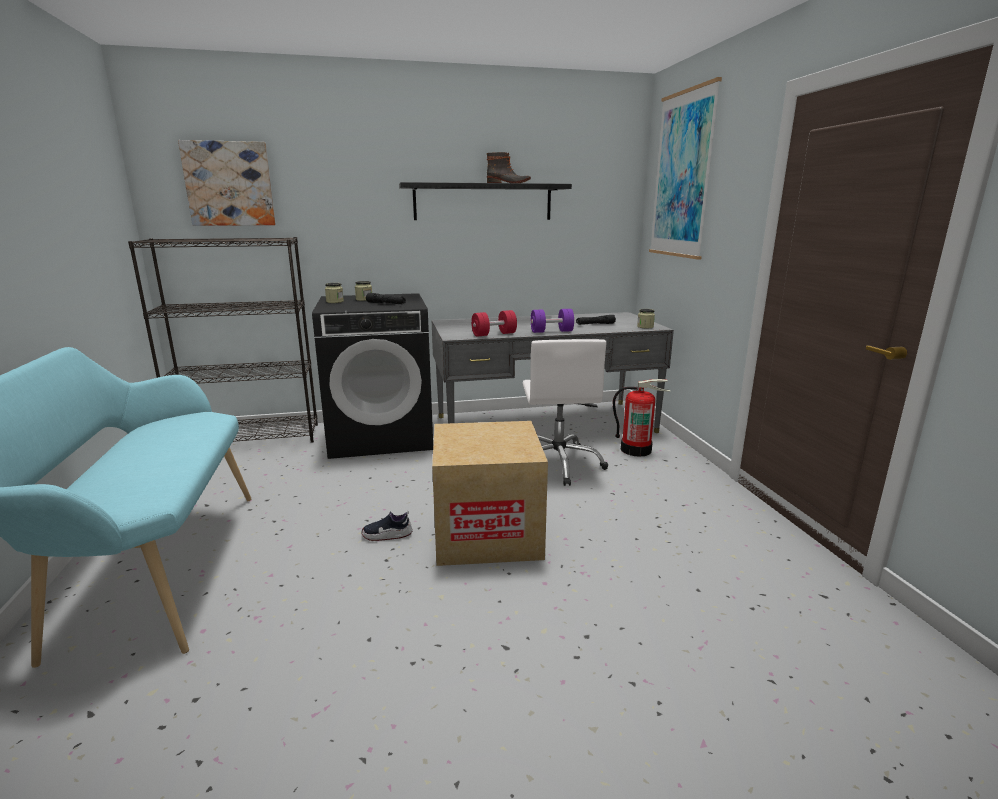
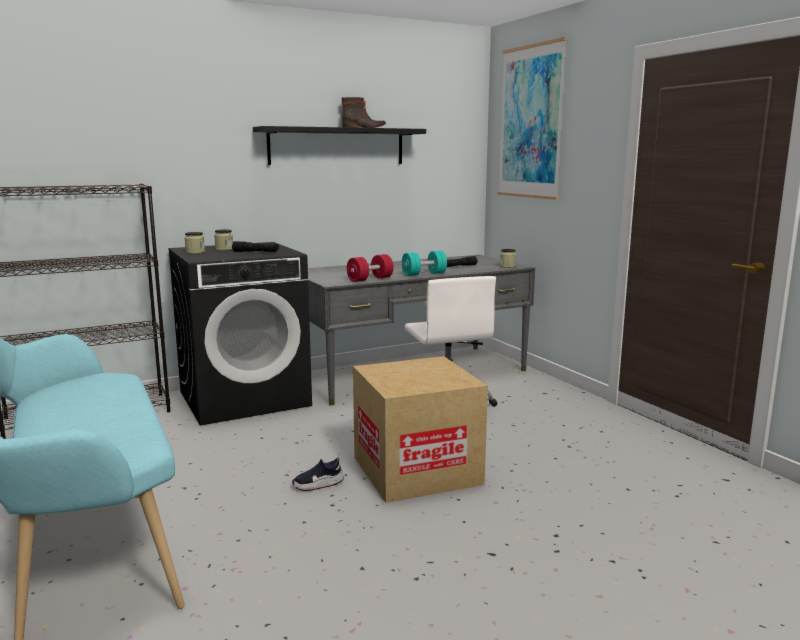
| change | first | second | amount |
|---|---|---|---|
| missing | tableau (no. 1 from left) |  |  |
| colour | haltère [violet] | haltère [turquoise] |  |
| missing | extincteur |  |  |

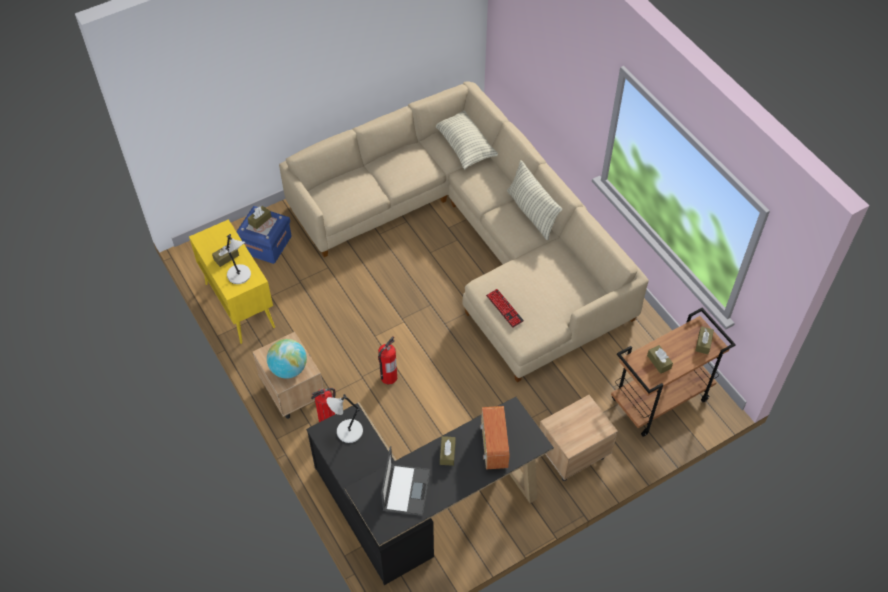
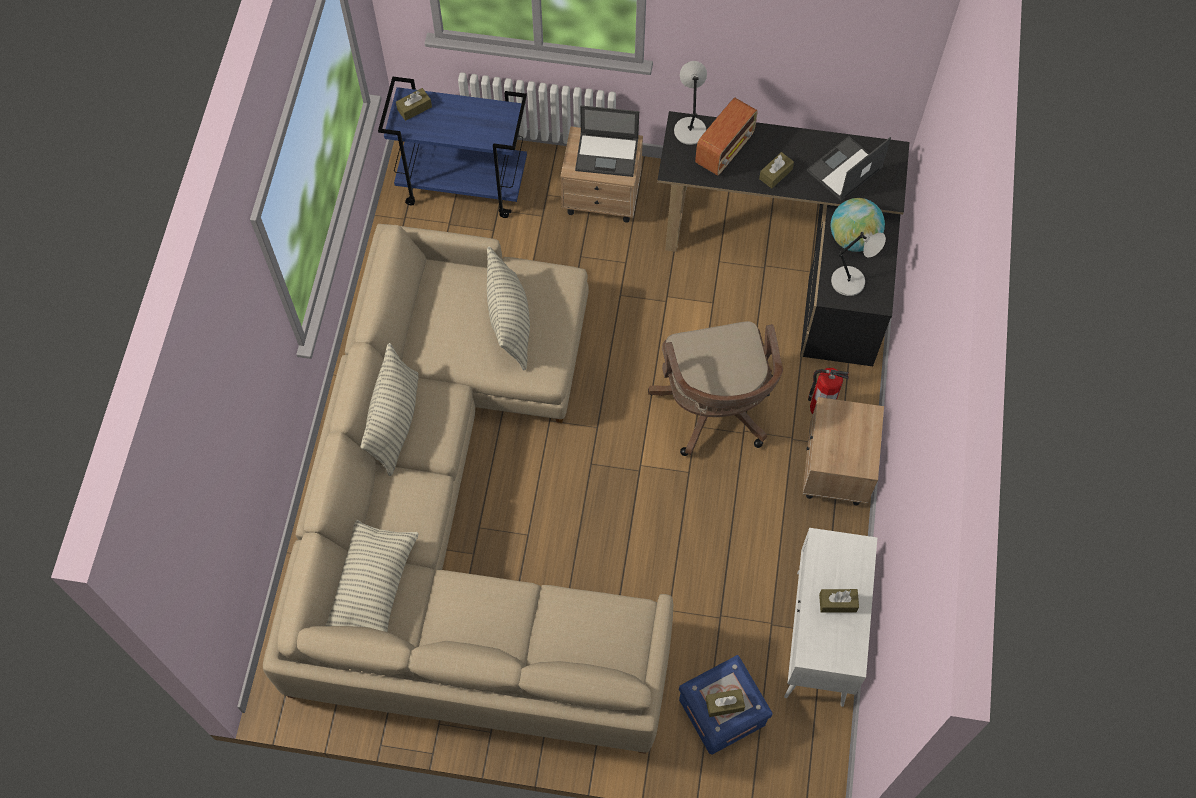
| change | first | second | amount |
|---|---|---|---|
| colour | meuble de rangement [jaune] | meuble de rangement [blanc] |  |
| relocated | lampe de table [gris] (no. 1 from left) |  |  |
| relocated | globe |  |  |
| exchanged | extincteur (no. 2 from left) | chaise de bureau [marron] |  |
| missing | clavier |  |  |
| colour | chariot [marron] | chariot [bleu] |  |
| missing | boîte à mouchoirs [marron] (no. 4 from left) |  |  |
| appeared |  | coussin (no. 3 from left) |  |
| appeared |  | ordinateur portable (no. 1 from left) |  |

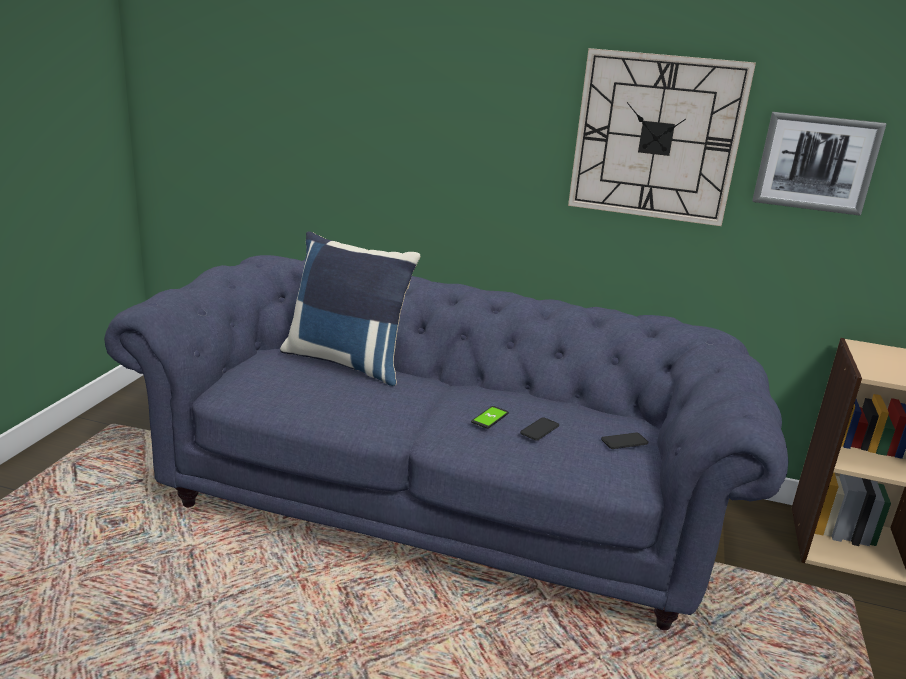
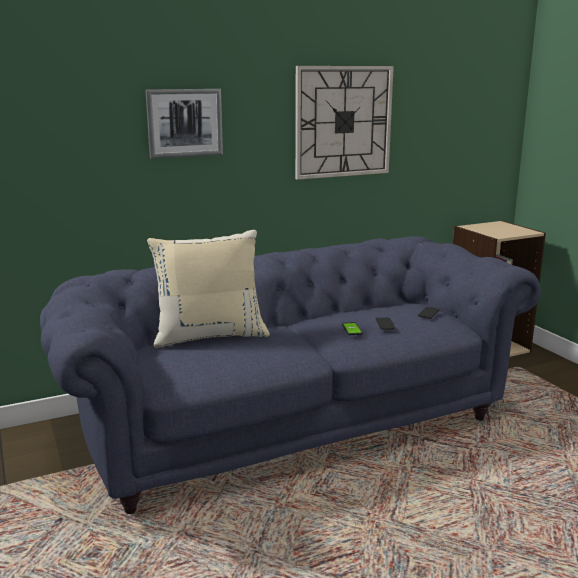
| change | first | second | amount |
|---|---|---|---|
| colour | coussin [bleu] | coussin [beige] |  |
| relocated | tableau |  |  |

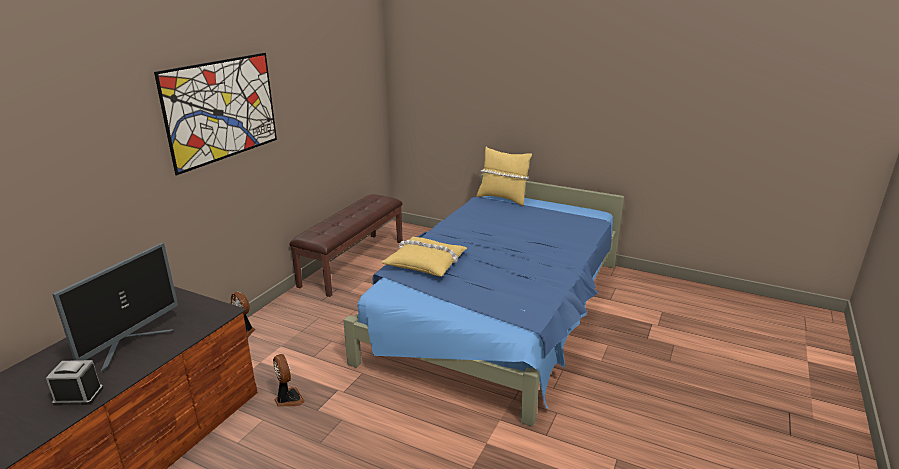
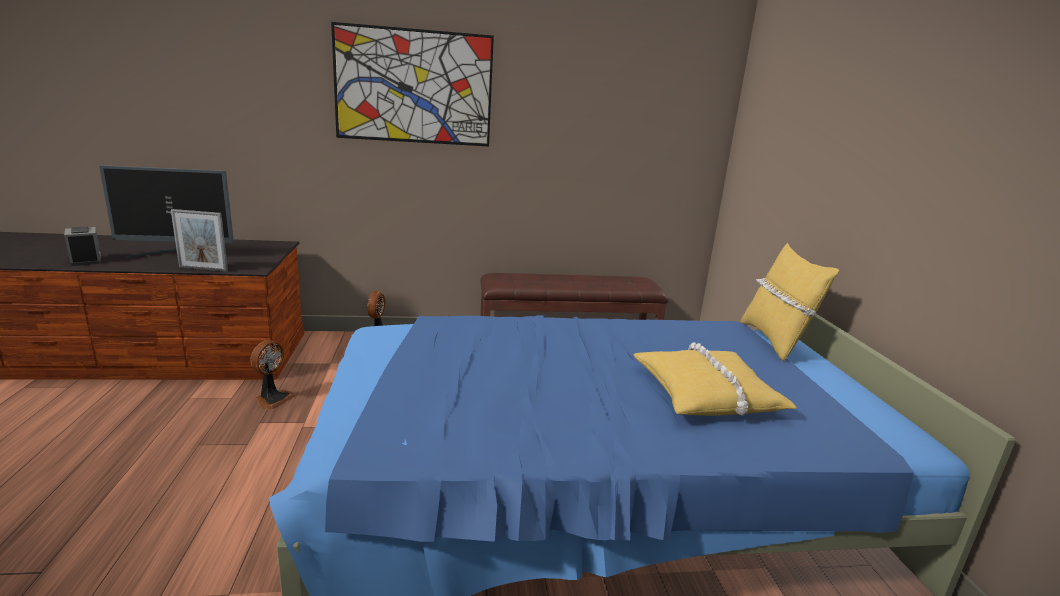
| change | first | second | amount |
|---|---|---|---|
| relocated | coussin [jaune] (no. 1 from left) |  |  |
| appeared |  | cadre photo |  |

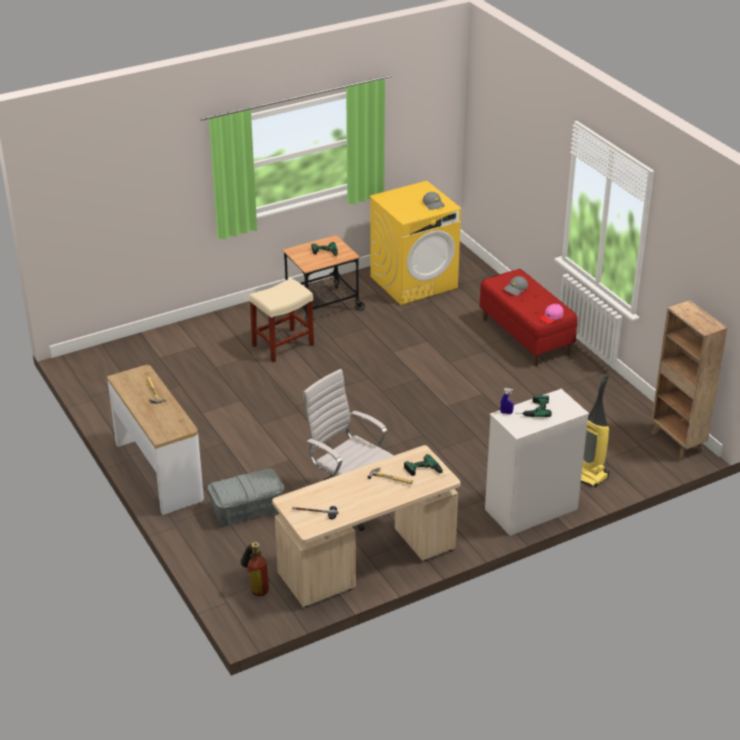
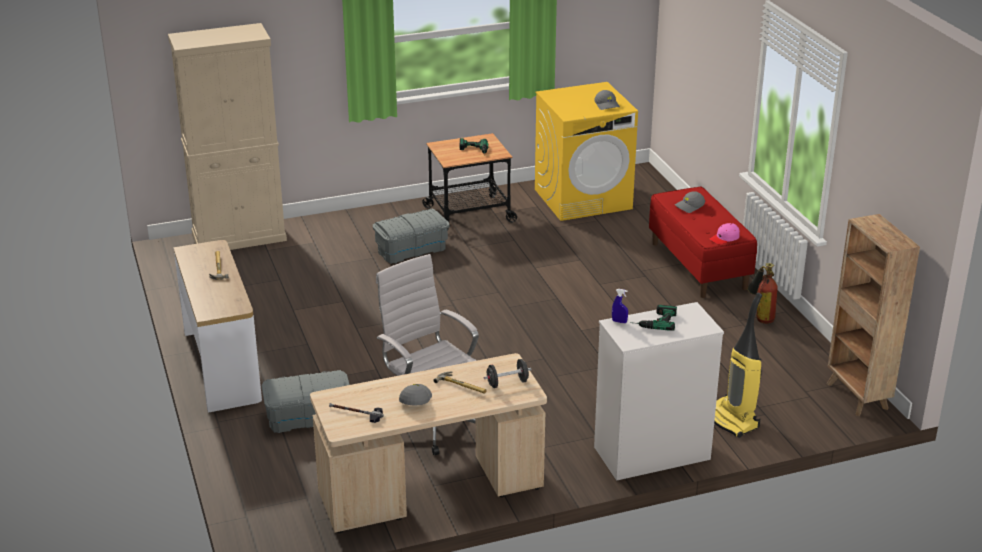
| change | first | second | amount |
|---|---|---|---|
| relocated | extincteur |  |  |
| exchanged | tabouret [beige] | boîte de rangement [gris] (no. 2 from left) |  |
| exchanged | perceuse (no. 2 from left) | haltère [noir] |  |
| appeared |  | meuble de rangement [beige] |  |
| appeared |  | casquette [gris] (no. 1 from left) |  |

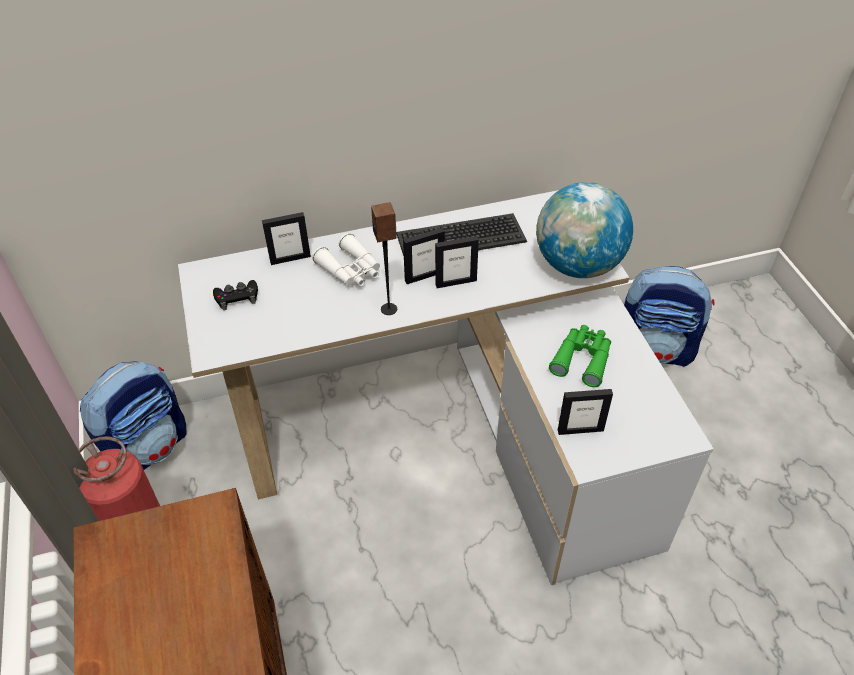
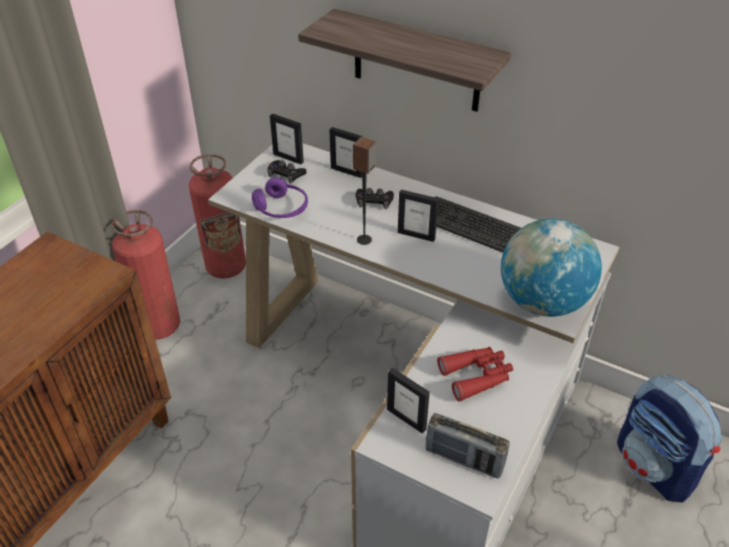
| change | first | second | amount |
|---|---|---|---|
| exchanged | sac à dos (no. 1 from left) | extincteur (no. 2 from left) |  |
| exchanged | jumelles [blanc] | manette [noir] (no. 2 from left) |  |
| relocated | cadre photo (no. 3 from left in the first image) | cadre photo (no. 1 from left) |  |
| colour | jumelles [vert] | jumelles [rouge] |  |
| appeared |  | casque audio [violet] |  |
| appeared |  | étagère |  |
| appeared |  | radio |  |

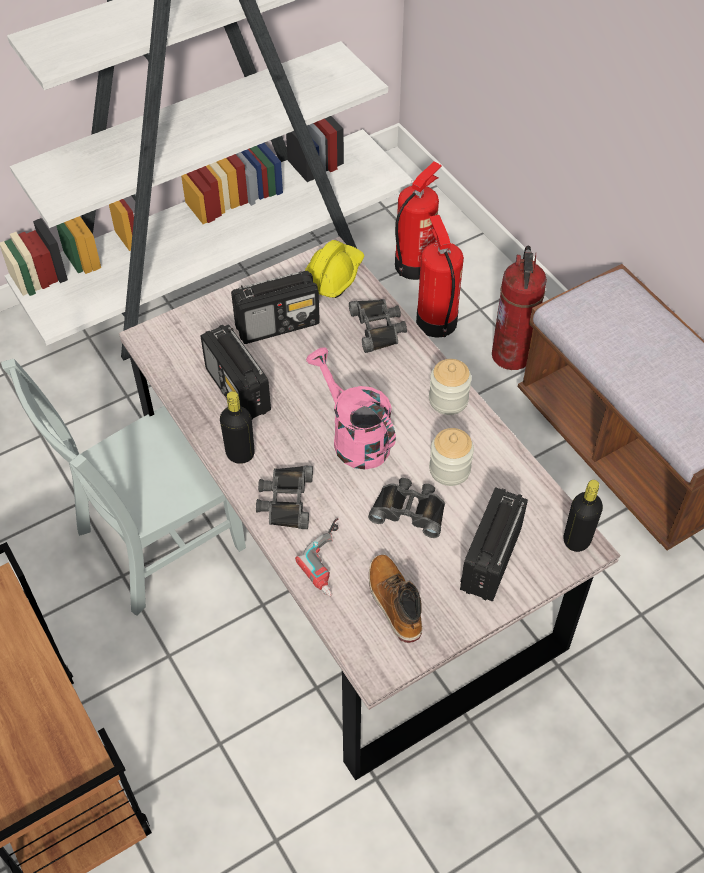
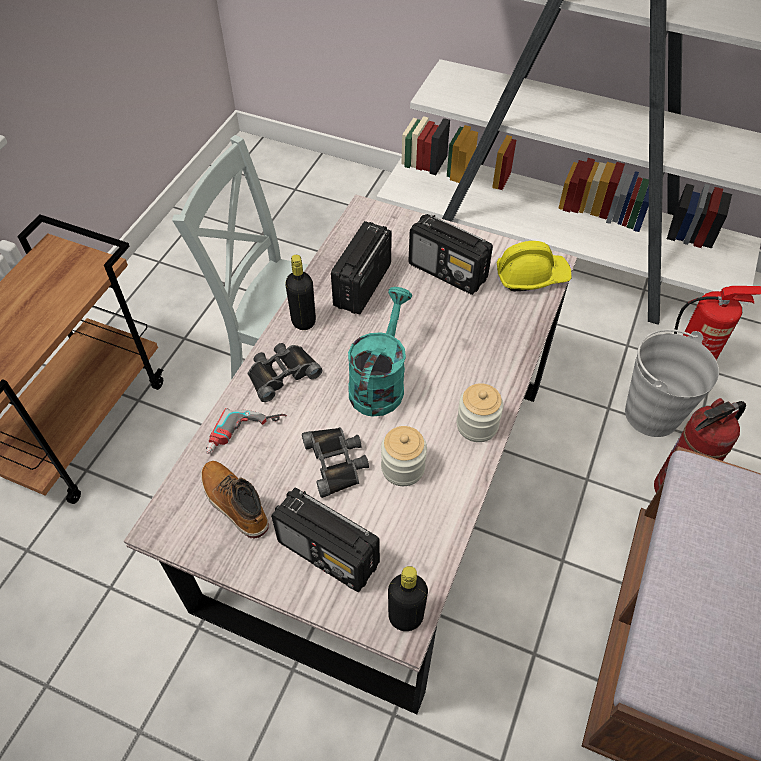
| change | first | second | amount |
|---|---|---|---|
| colour | arrosoir [rose] | arrosoir [turquoise] |  |
| missing | jumelles [noir] (no. 2 from left) |  |  |
| spun | botte |  | 75 degrees counterclockwise |
| exchanged | extincteur (no. 2 from left) | seau [gris] |  |
| spun | radio (no. 3 from left in the first image) | radio (no. 1 from left) | 135 degrees counterclockwise |

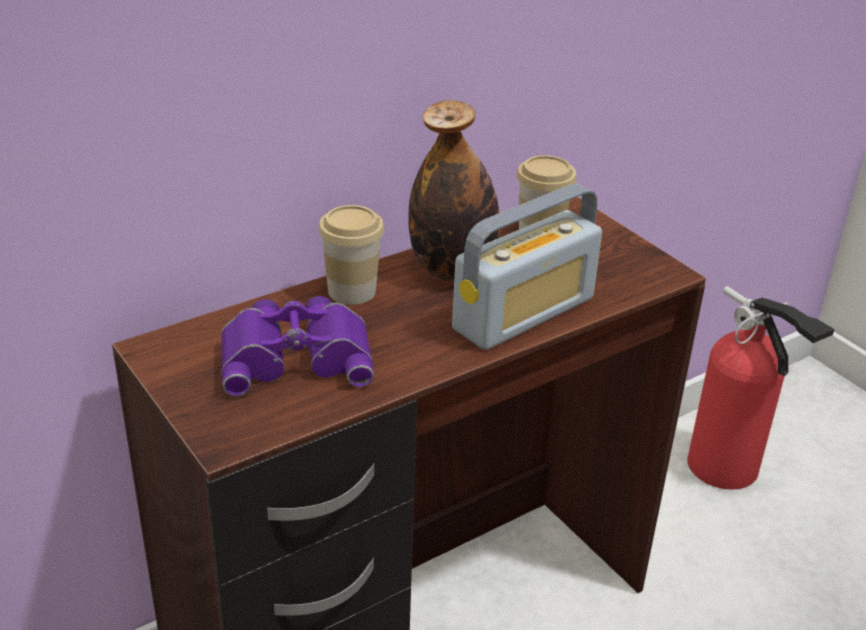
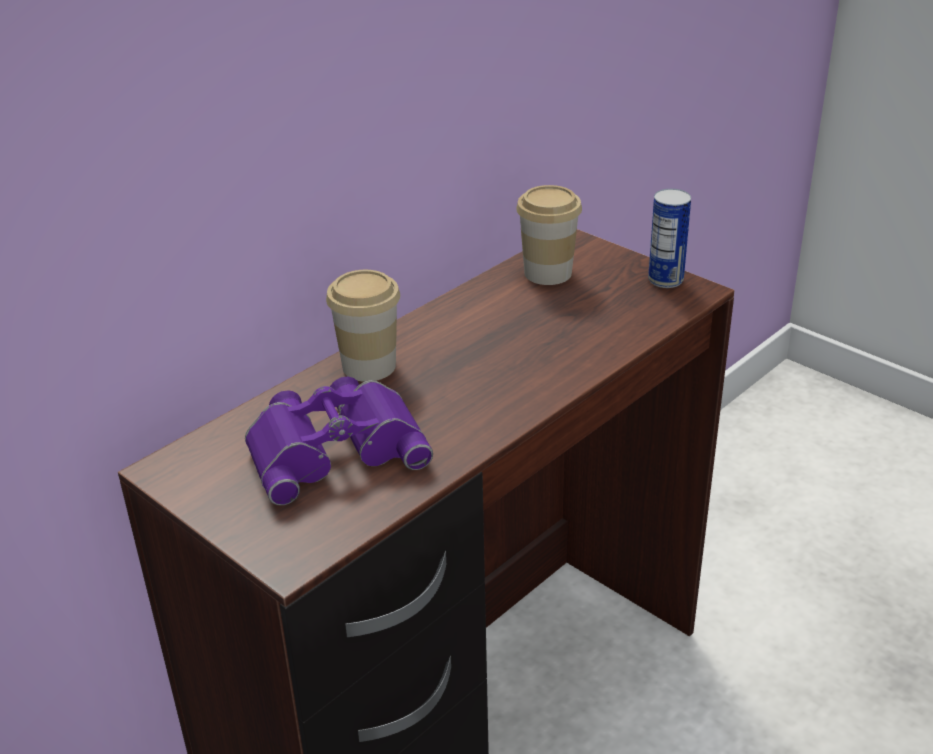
| change | first | second | amount |
|---|---|---|---|
| missing | bouteille |  |  |
| missing | radio |  |  |
| missing | extincteur |  |  |
| appeared |  | boîte métallique |  |

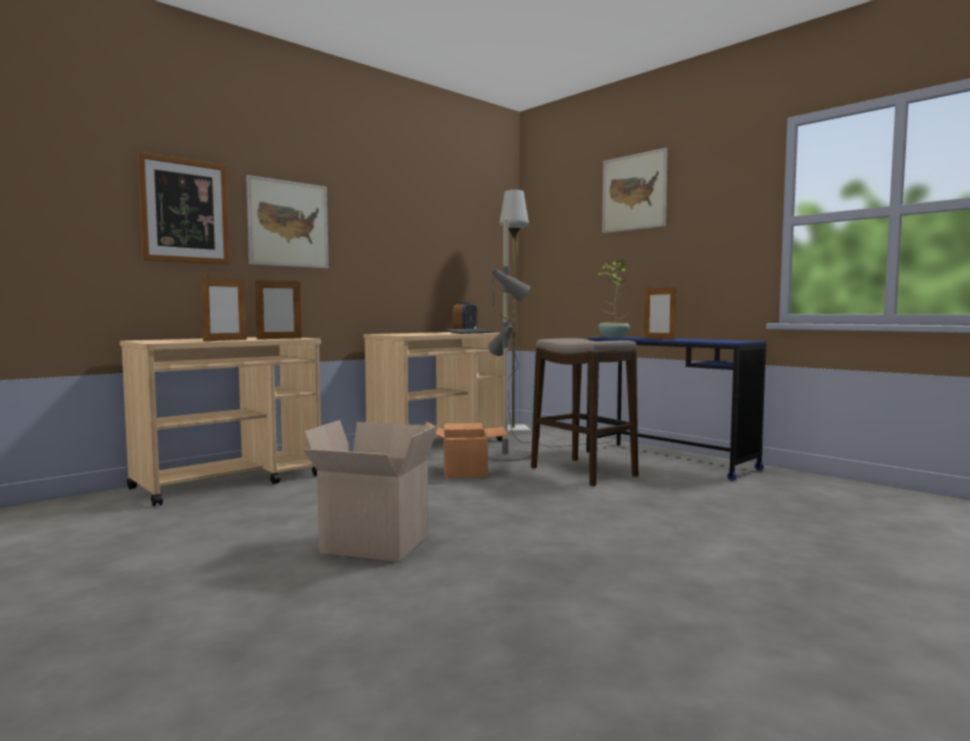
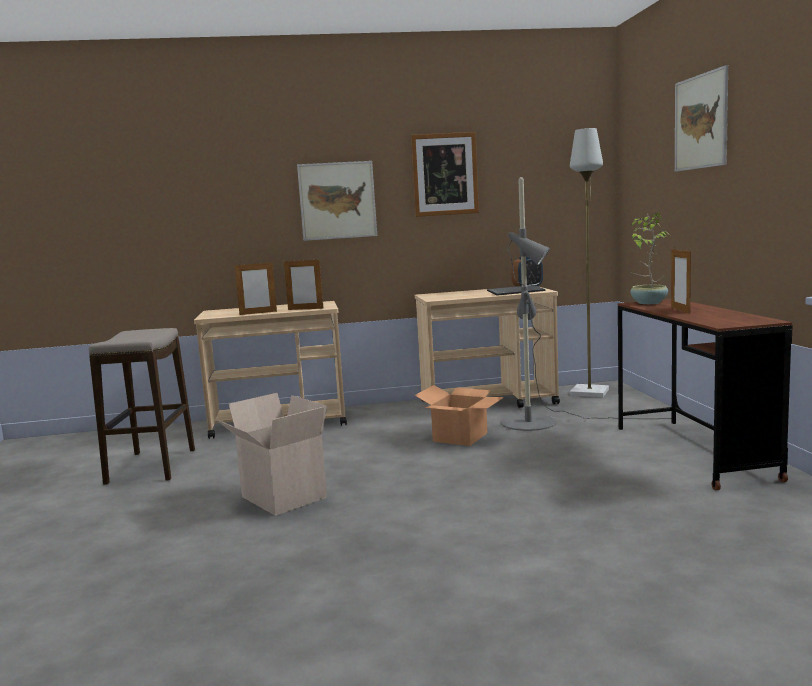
| change | first | second | amount |
|---|---|---|---|
| relocated | tableau (no. 1 from left in the first image) | tableau (no. 2 from left) |  |
| relocated | tabouret |  |  |
| colour | bureau [bleu] | bureau [marron] |  |

